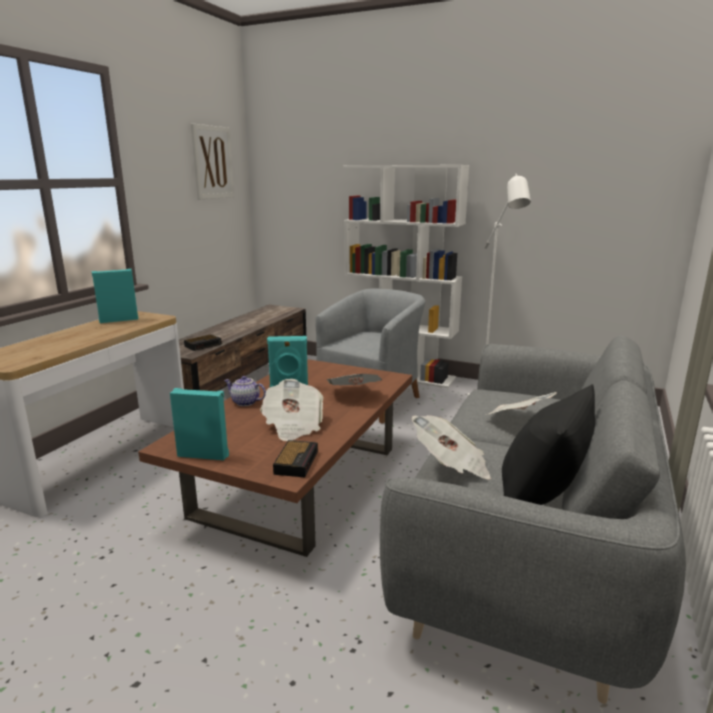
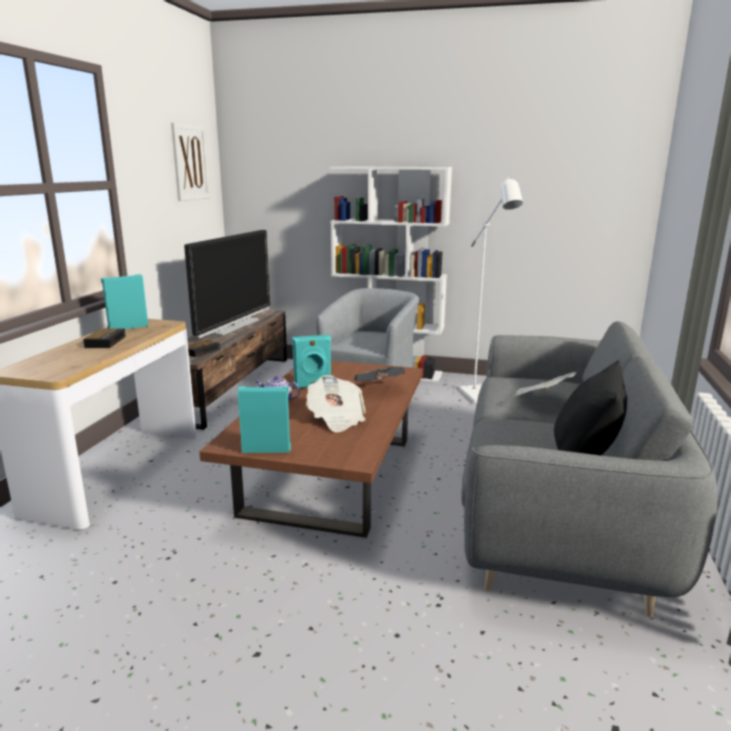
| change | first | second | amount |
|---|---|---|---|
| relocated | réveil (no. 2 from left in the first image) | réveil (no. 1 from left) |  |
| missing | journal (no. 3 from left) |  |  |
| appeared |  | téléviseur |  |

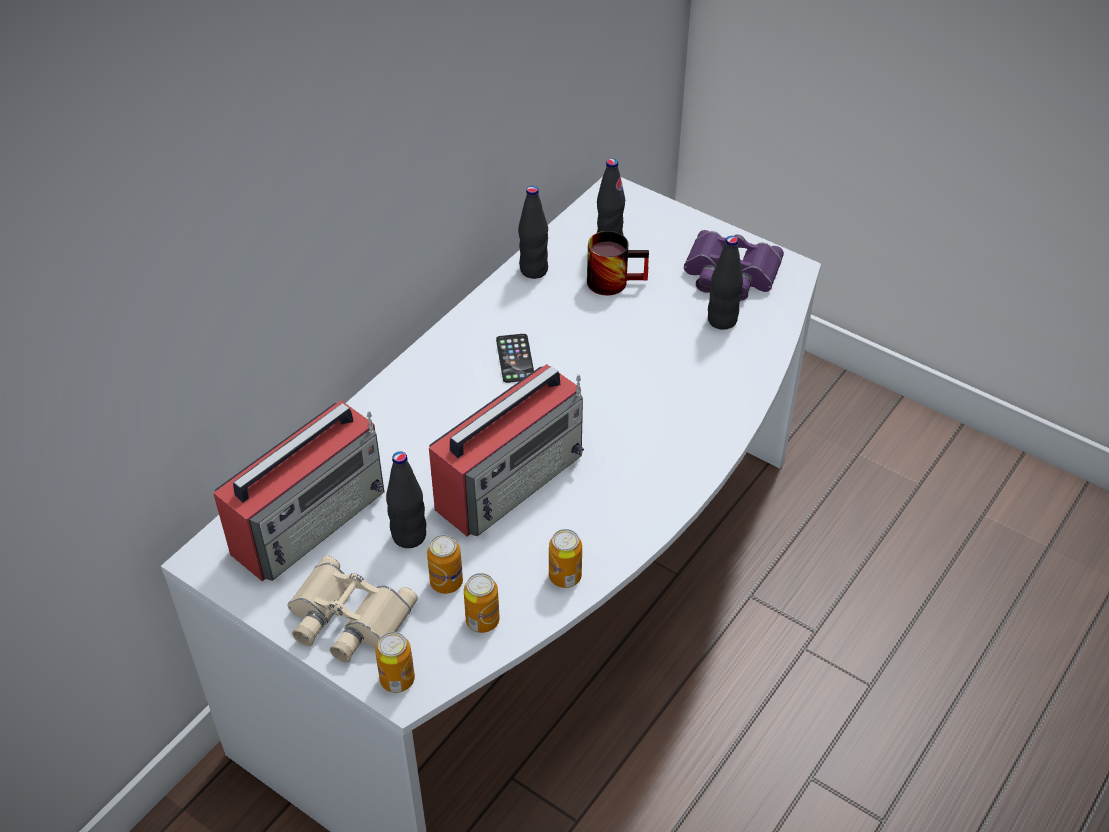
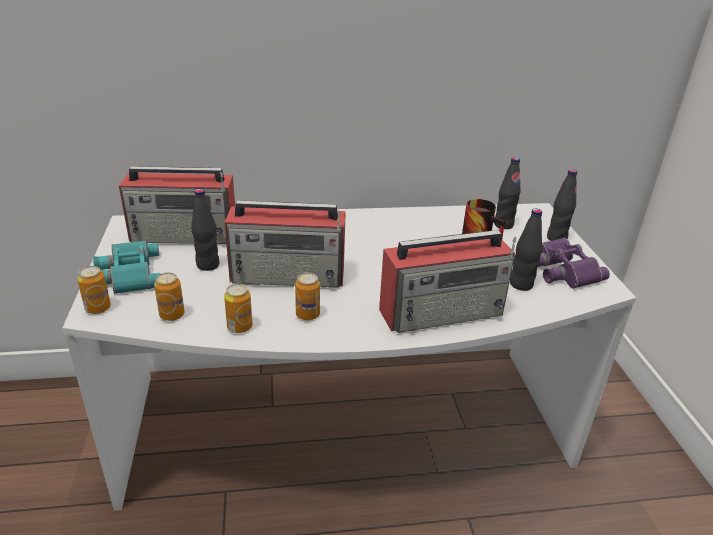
| change | first | second | amount |
|---|---|---|---|
| colour | jumelles [beige] | jumelles [turquoise] |  |
| relocated | boîte métallique (no. 2 from left in the first image) | boîte métallique (no. 4 from left) |  |
| missing | téléphone |  |  |
| relocated | bouteille [noir] (no. 2 from left in the first image) | bouteille [noir] (no. 4 from left) |  |
| appeared |  | radio (no. 3 from left) |  |

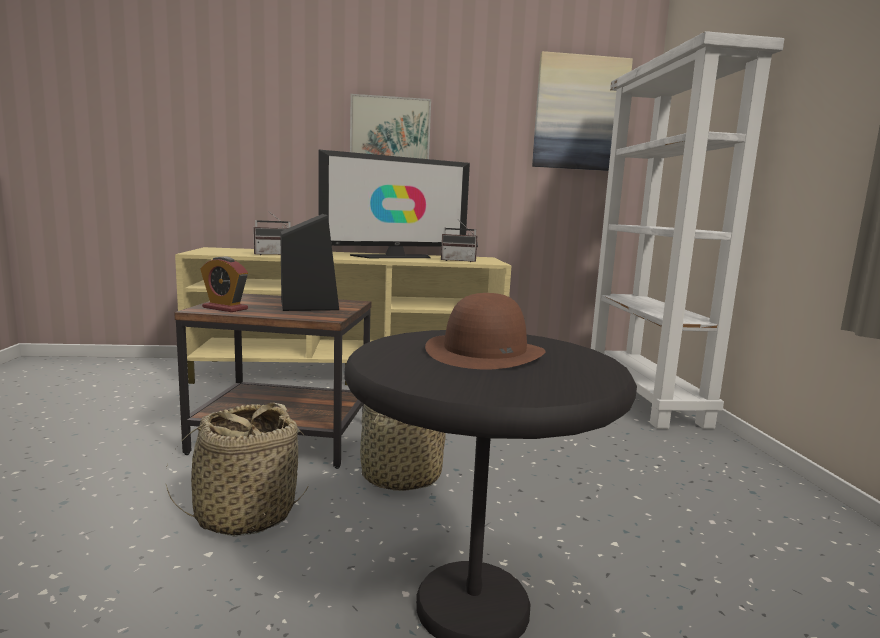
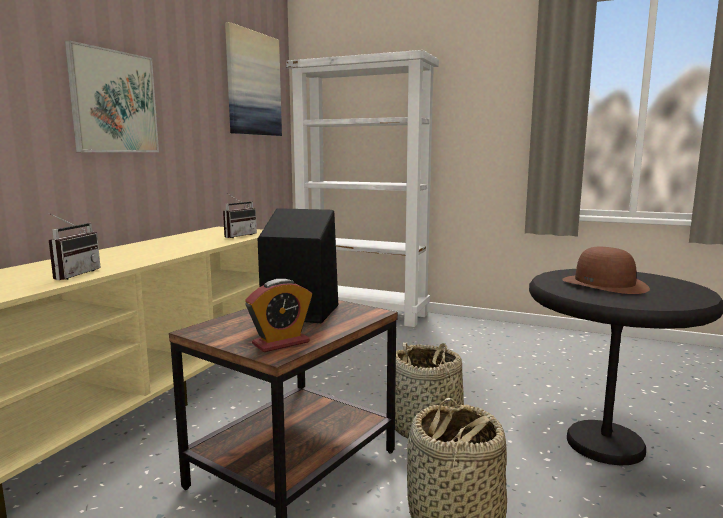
| change | first | second | amount |
|---|---|---|---|
| missing | téléviseur |  |  |

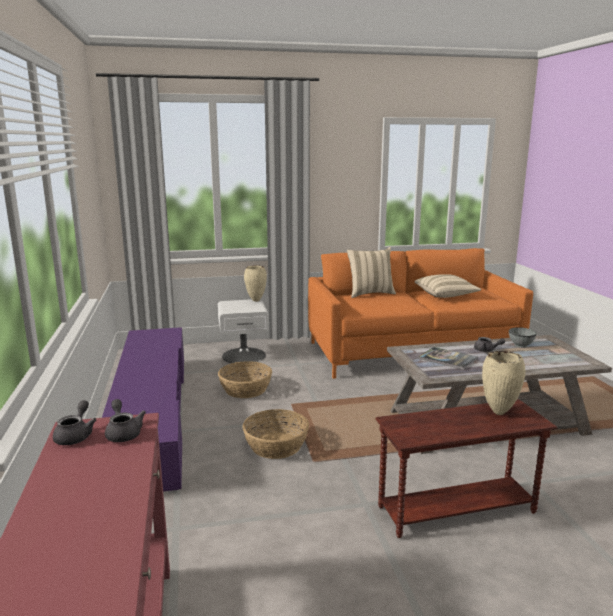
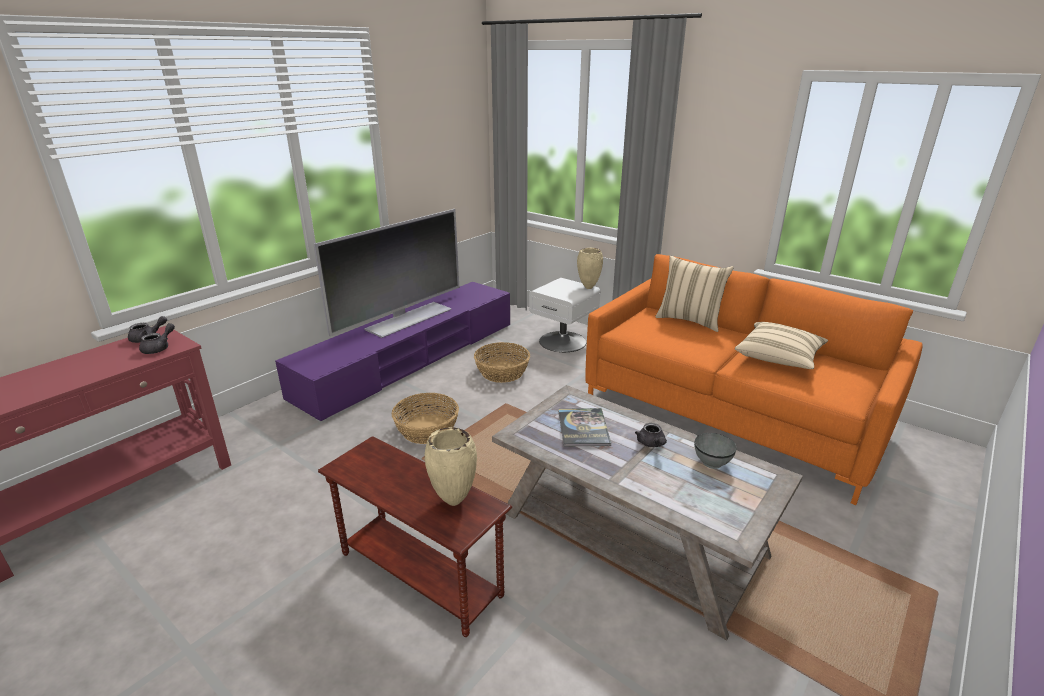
| change | first | second | amount |
|---|---|---|---|
| appeared |  | téléviseur |  |

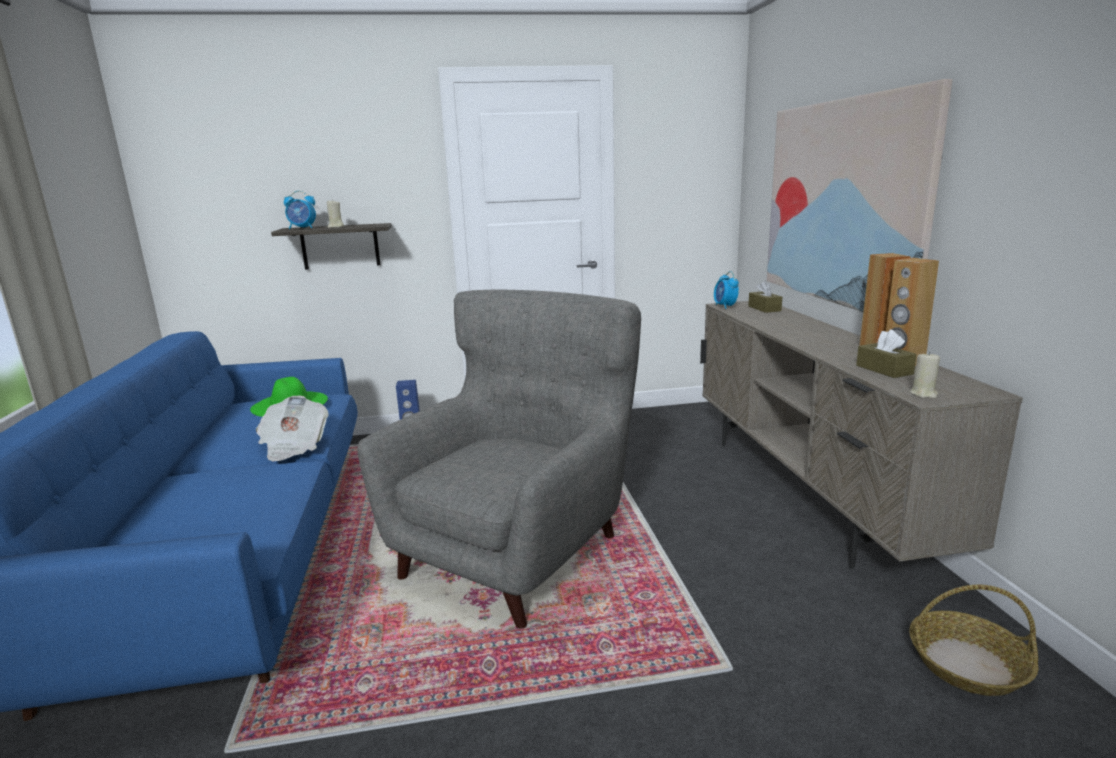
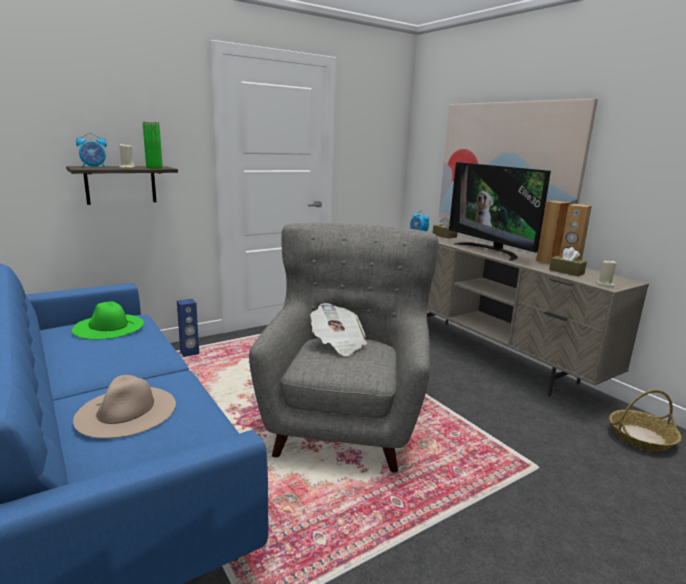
| change | first | second | amount |
|---|---|---|---|
| relocated | journal |  |  |
| appeared |  | chapeau [beige] |  |
| appeared |  | vase [vert] |  |
| appeared |  | téléviseur |  |

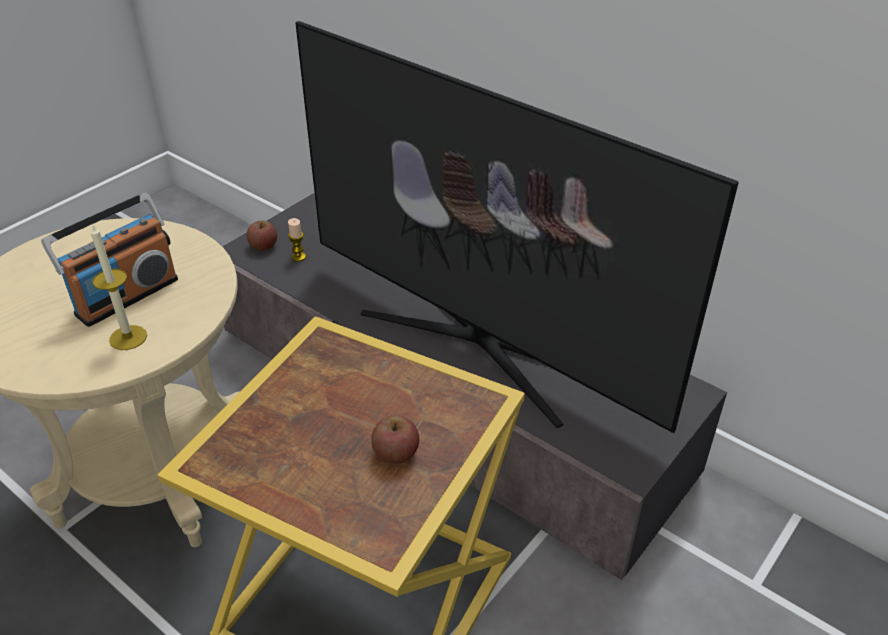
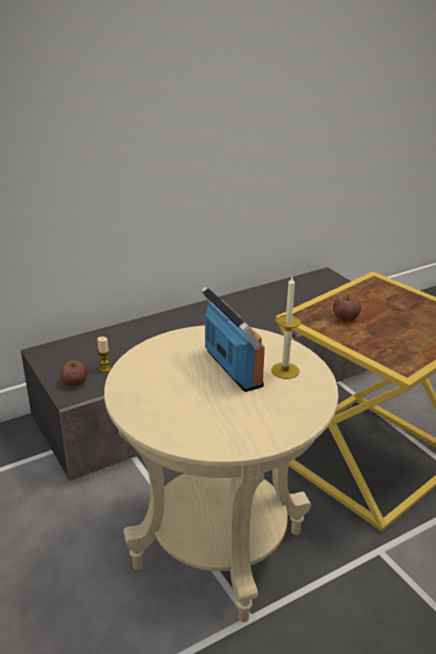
| change | first | second | amount |
|---|---|---|---|
| missing | téléviseur |  |  |
| relocated | pomme (no. 2 from left) |  |  |

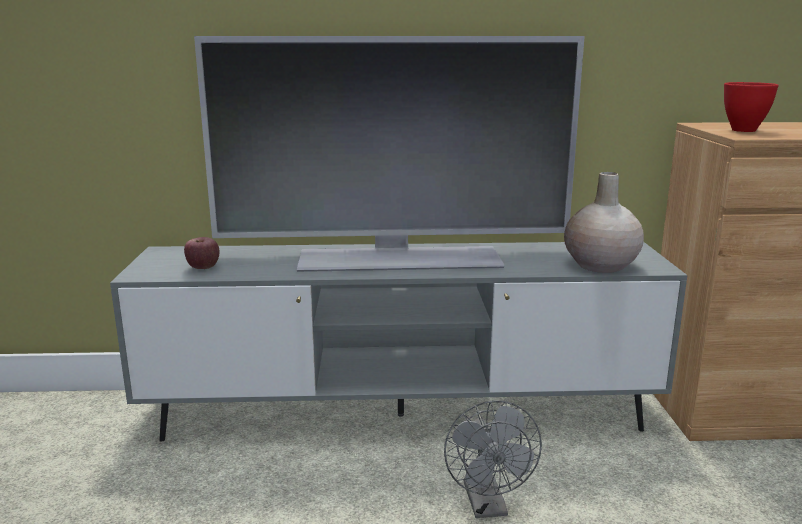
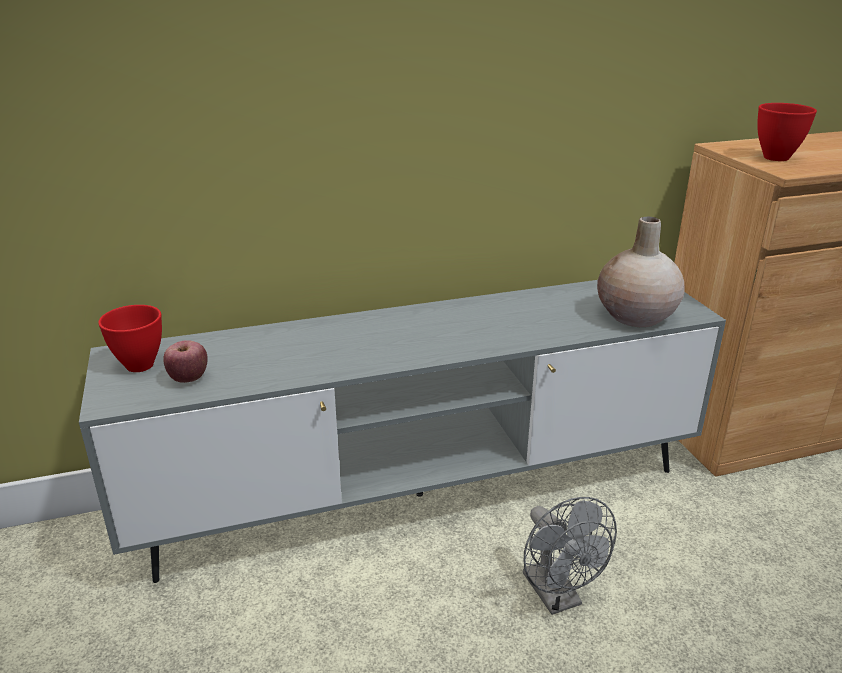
| change | first | second | amount |
|---|---|---|---|
| missing | téléviseur |  |  |
| appeared |  | bol [rouge] (no. 1 from left) |  |

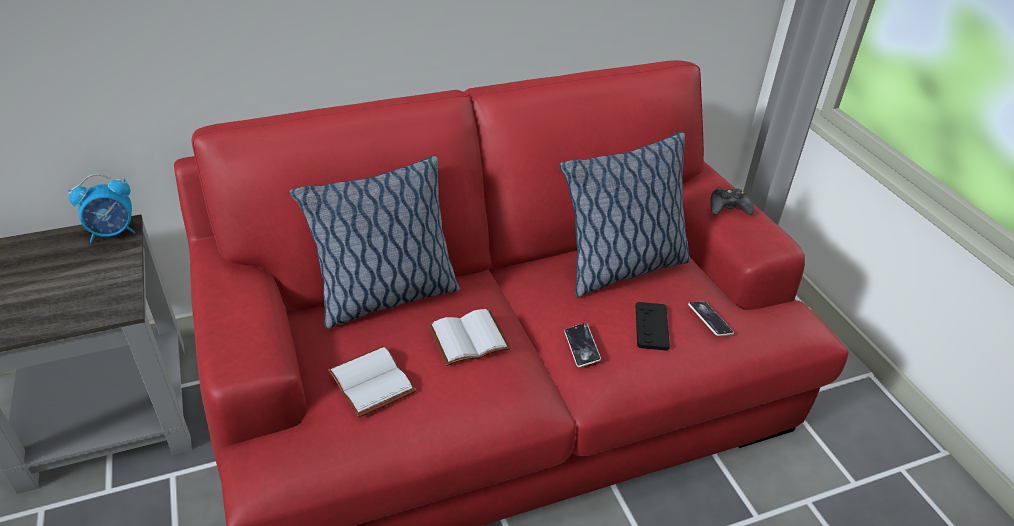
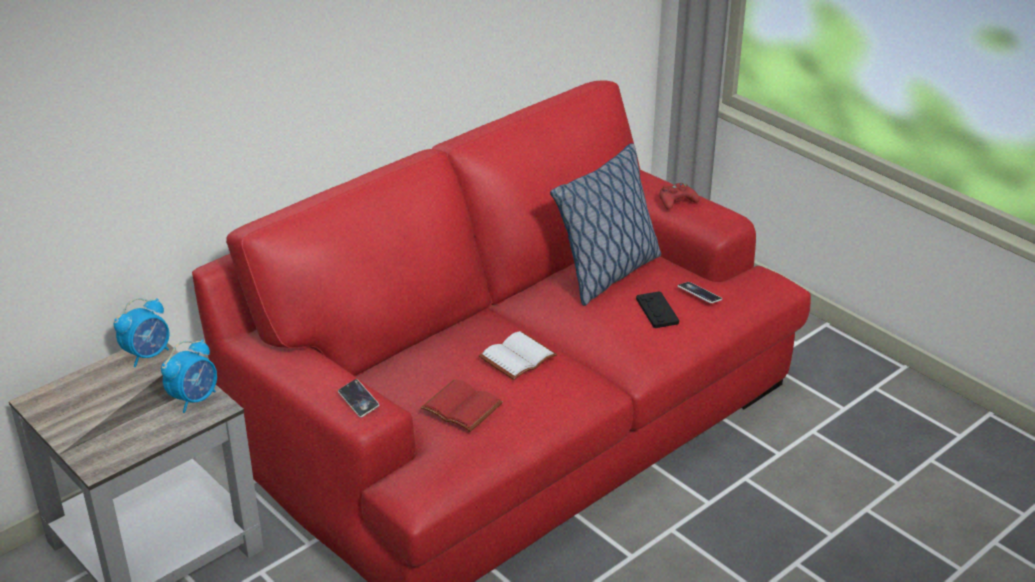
| change | first | second | amount |
|---|---|---|---|
| missing | coussin (no. 1 from left) |  |  |
| colour | livre [blanc] (no. 1 from left) | livre [rouge] |  |
| relocated | téléphone (no. 1 from left) |  |  |
| colour | manette [noir] (no. 2 from left) | manette [rouge] |  |
| appeared |  | réveil (no. 2 from left) |  |

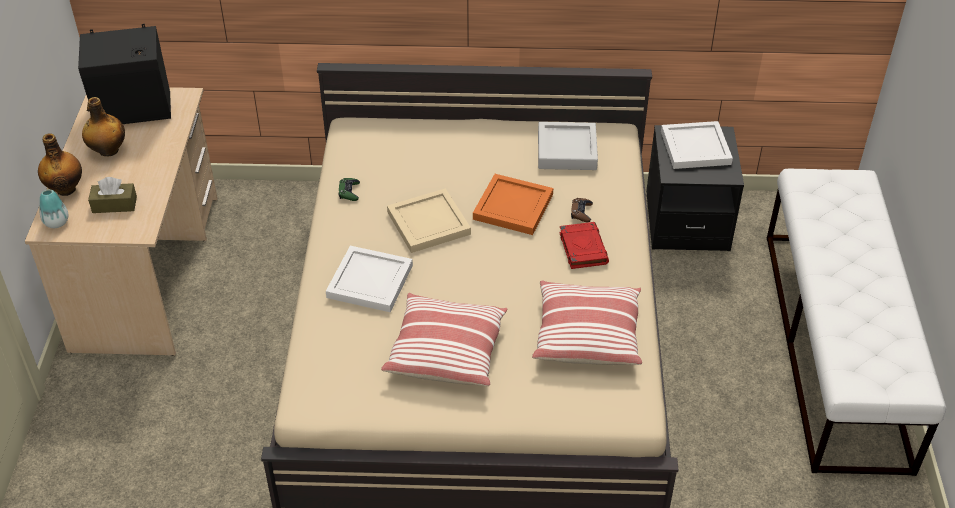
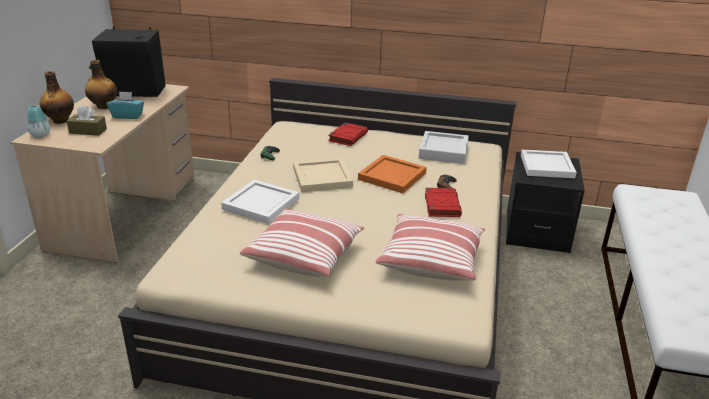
| change | first | second | amount |
|---|---|---|---|
| appeared |  | boîte à mouchoirs [turquoise] |  |
| appeared |  | livre [rouge] (no. 1 from left) |  |

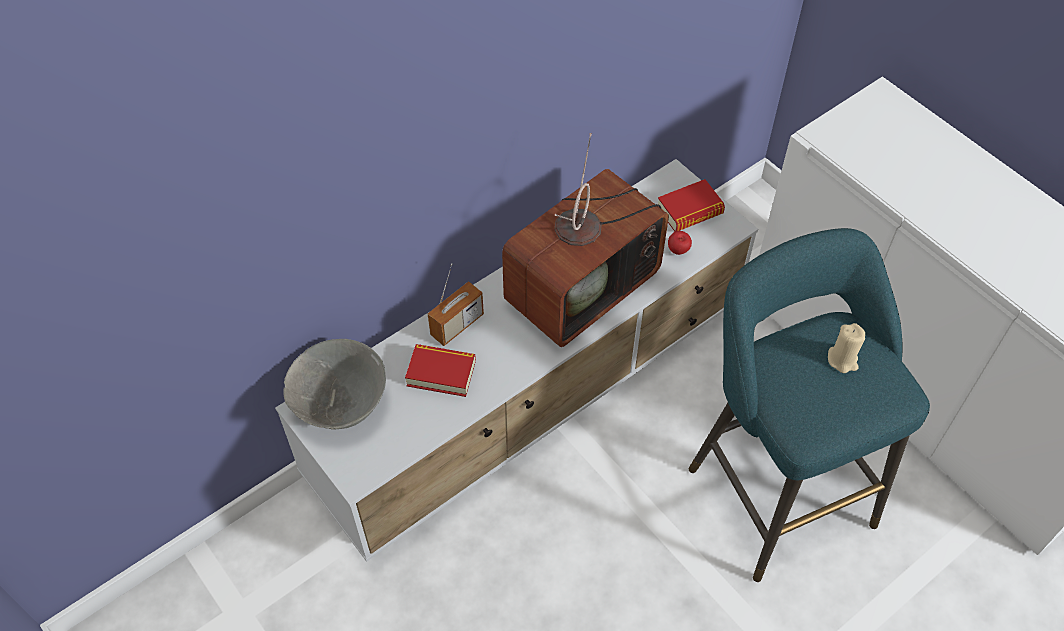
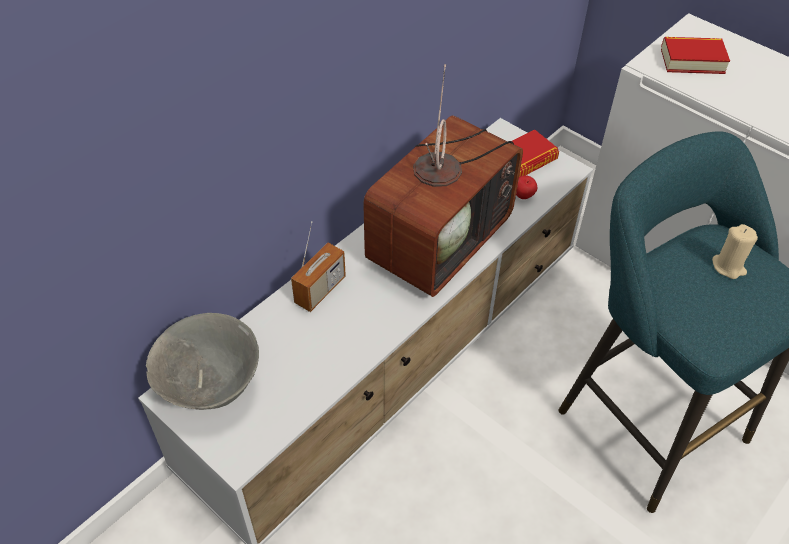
| change | first | second | amount |
|---|---|---|---|
| relocated | livre (no. 1 from left in the first image) | livre (no. 2 from left) |  |

